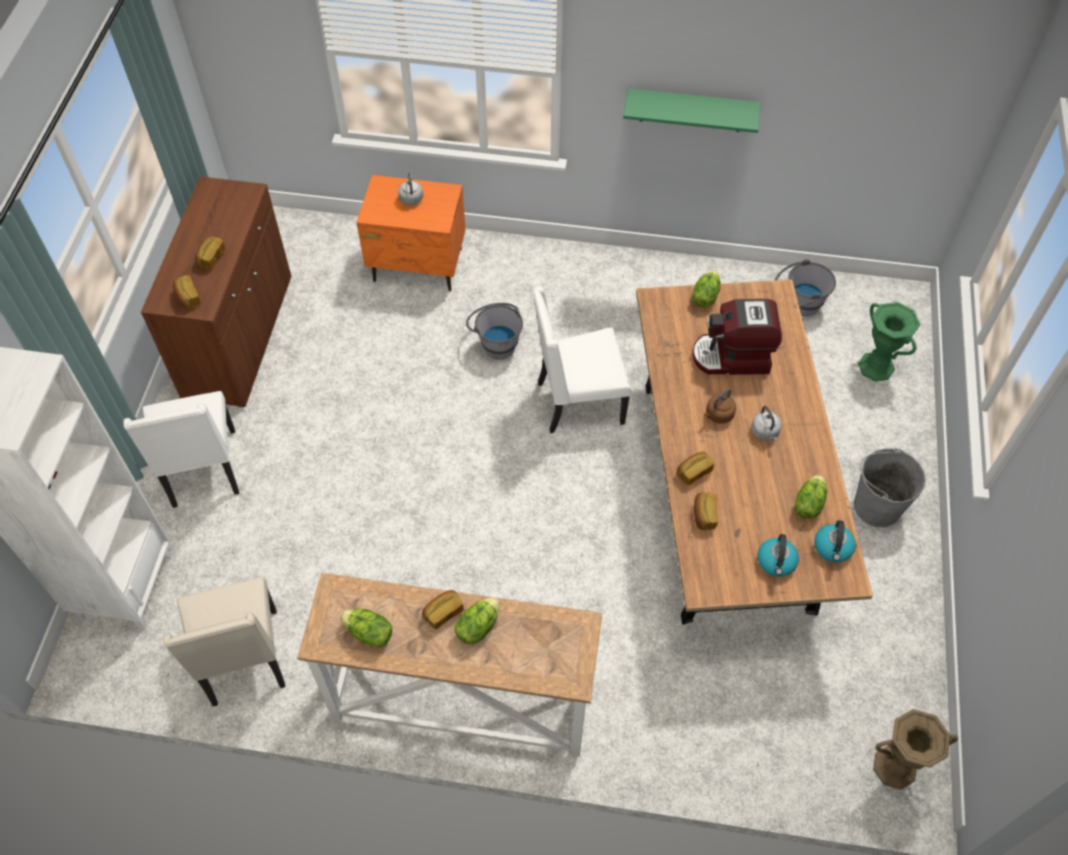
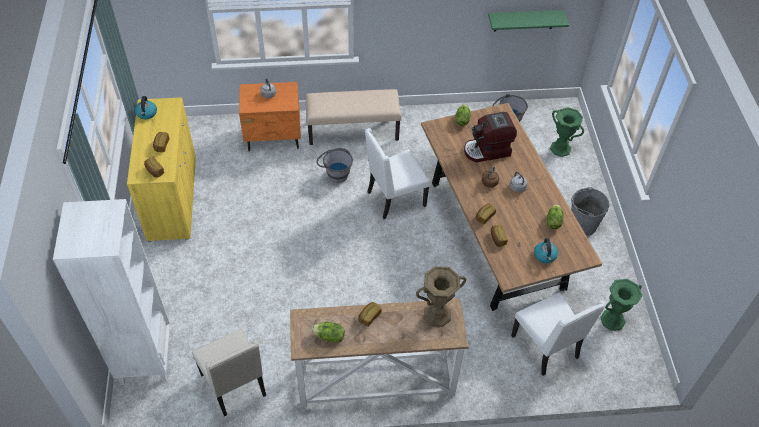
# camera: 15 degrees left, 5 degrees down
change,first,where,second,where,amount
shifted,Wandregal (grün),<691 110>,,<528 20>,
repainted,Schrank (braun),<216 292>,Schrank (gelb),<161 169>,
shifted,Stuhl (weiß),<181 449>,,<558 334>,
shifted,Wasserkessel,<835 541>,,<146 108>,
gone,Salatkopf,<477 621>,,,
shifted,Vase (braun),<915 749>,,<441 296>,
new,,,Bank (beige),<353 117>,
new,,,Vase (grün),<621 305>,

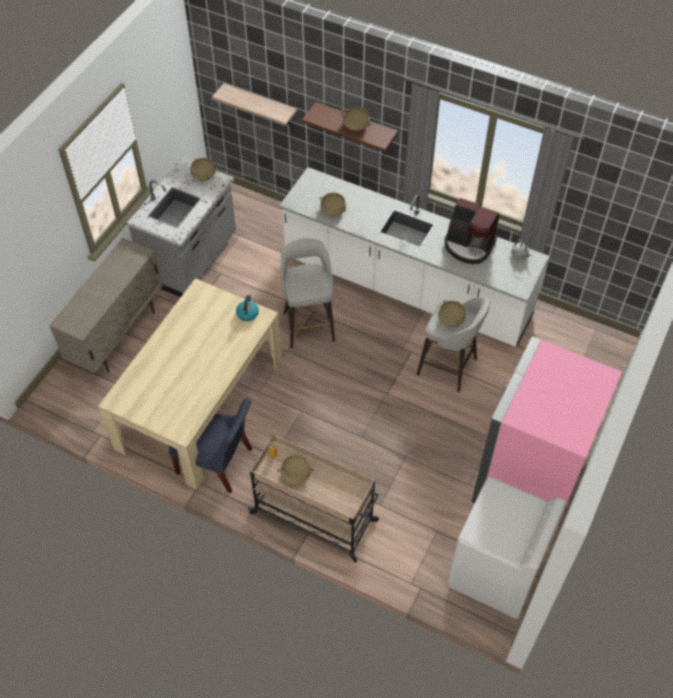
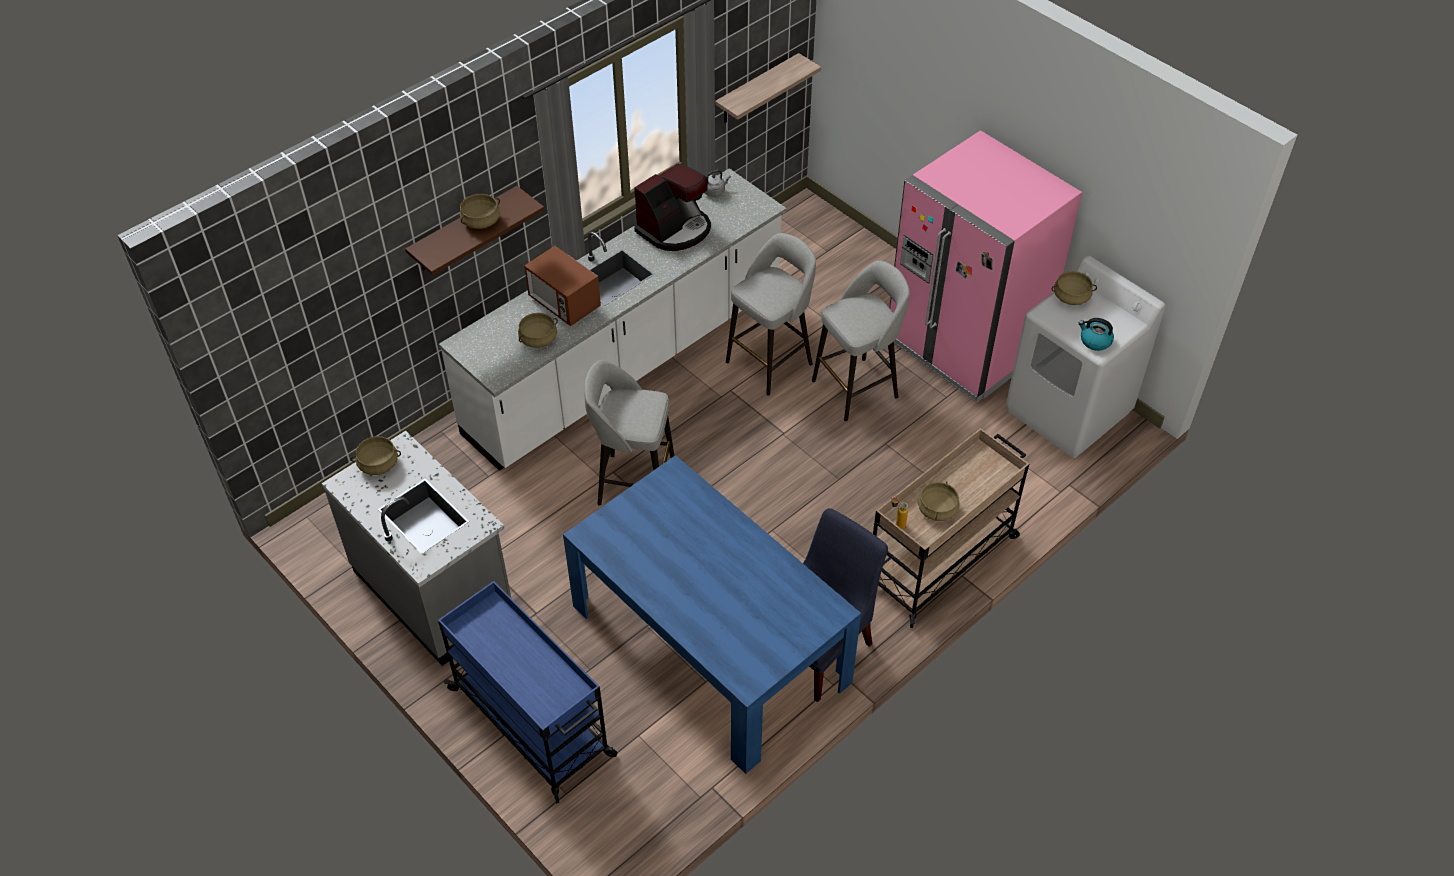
# camera: 70 degrees left, 5 degrees down
change,first,where,second,where,amount
shifted,Wandregal,<254 104>,,<768 88>,
swapped,Schrank (beige),<106 305>,Rollwagen (blau),<527 692>,
repainted,Esstisch (beige),<190 384>,Esstisch (blau),<712 614>,
shifted,Wasserkessel,<247 308>,,<1096 334>,
shifted,Kochtopf (beige),<452 313>,,<1074 288>,
new,,,Mikrowelle,<562 286>,
new,,,Hocker (grau),<861 341>,

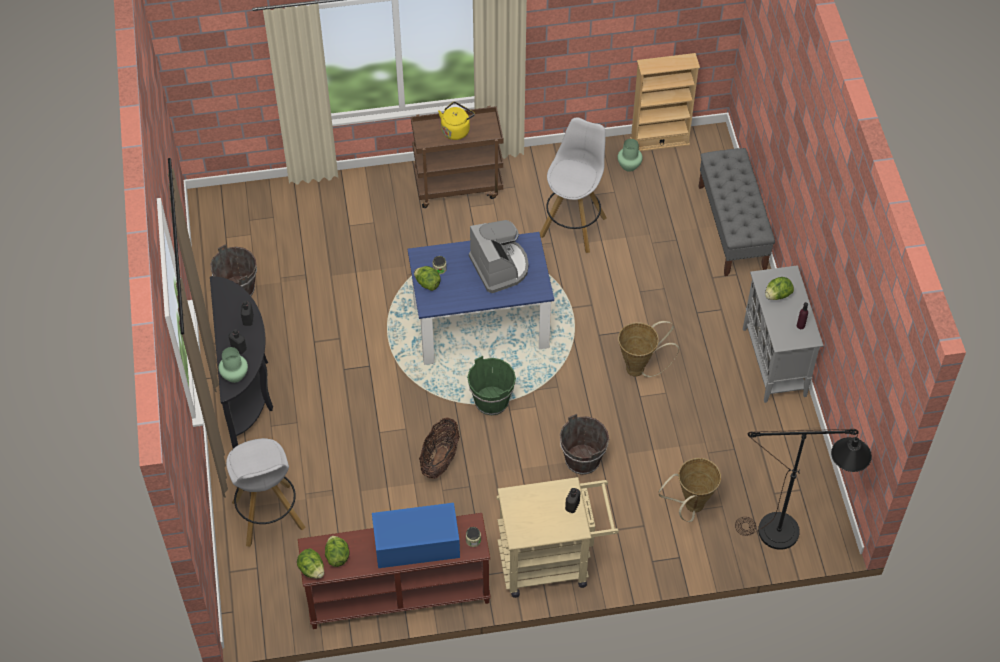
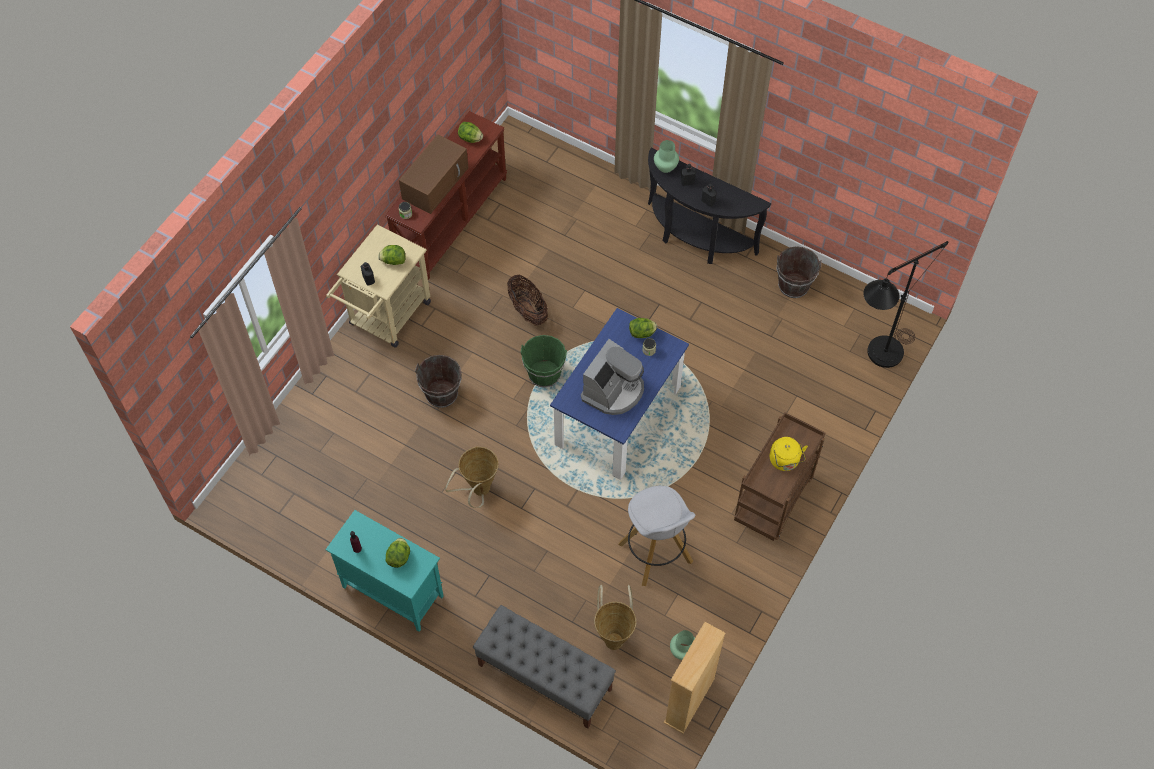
# camera: 130 degrees right, 5 degrees up
change,first,where,second,where,amount
rotated,Kaffeemaschine,<499 256>,,<612 377>,75 degrees counterclockwise
repainted,Schrank (grau),<783 334>,Schrank (türkis),<384 571>,
shifted,Stehlampe (schwarz),<803 489>,,<906 304>,
gone,Hocker (weiß),<265 492>,,,
shifted,Korb,<690 490>,,<615 617>,
repainted,Mikrowelle (blau),<416 535>,Mikrowelle (braun),<433 174>,
shifted,Salatkopf,<310 564>,,<391 255>,

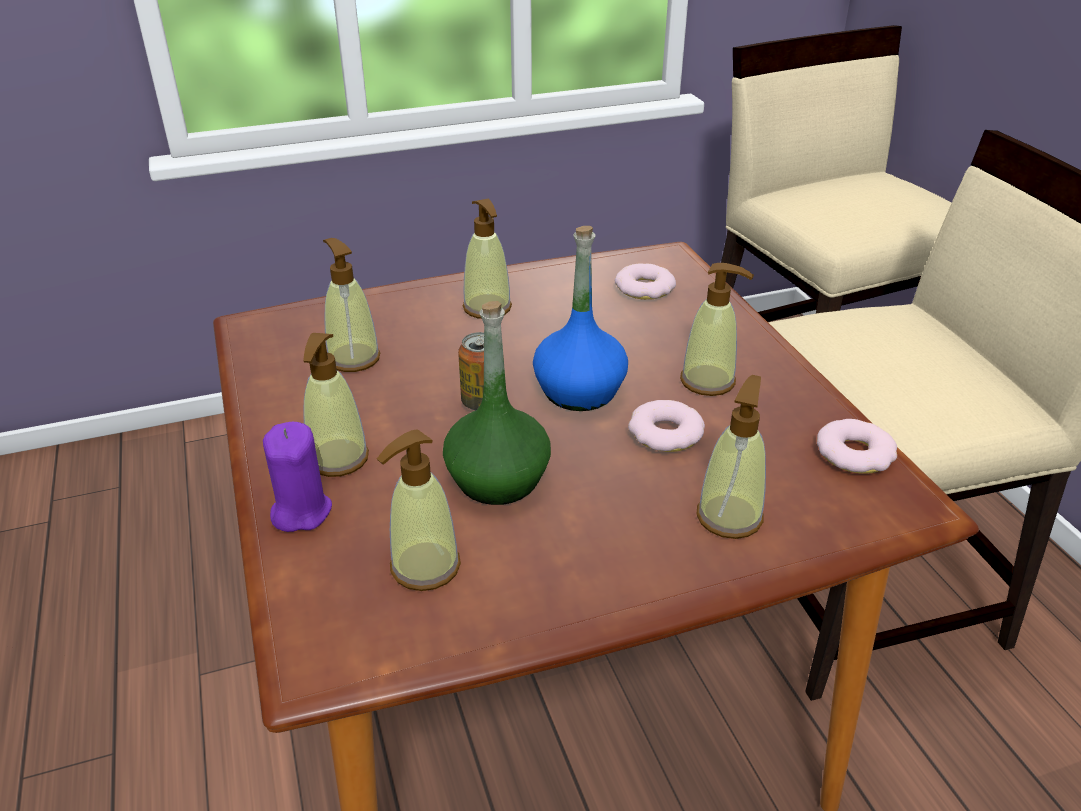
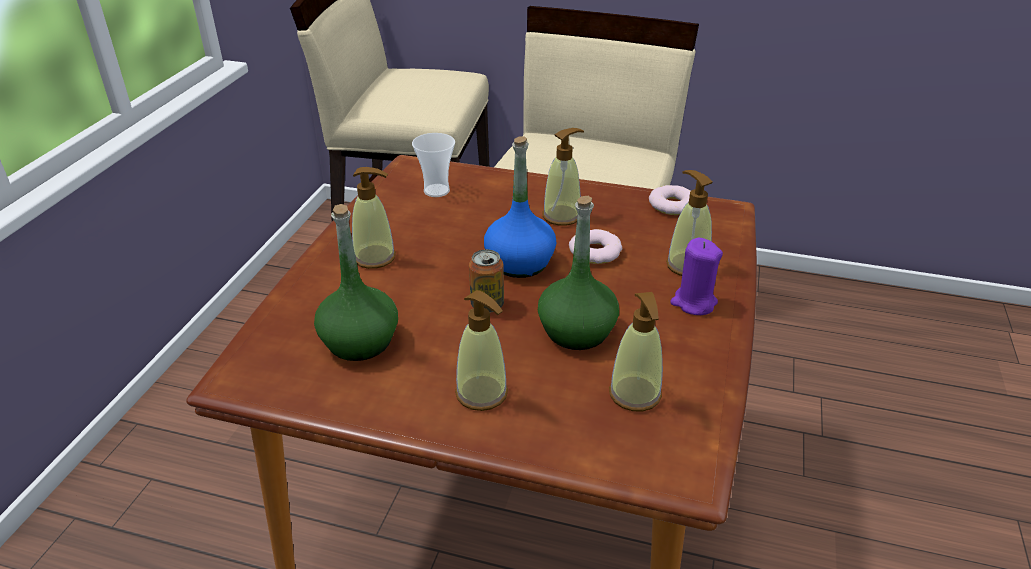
# camera: 55 degrees left, 0 degrees up
change,first,where,second,where,amount
swapped,Seifenspender,<352 305>,Flasche (grün),<356 282>,
swapped,Donut,<645 281>,Tasse,<433 165>,
shifted,Kerze (lila),<297 477>,,<696 276>,

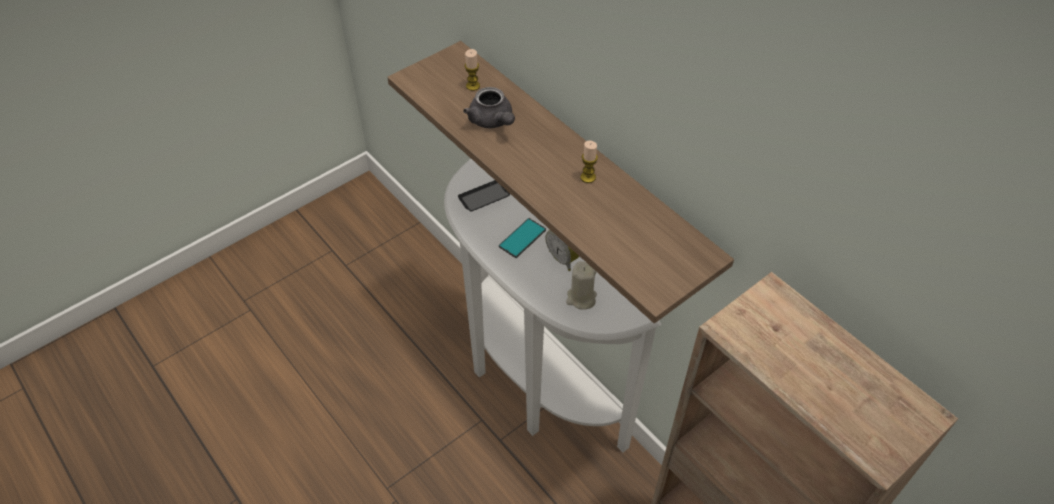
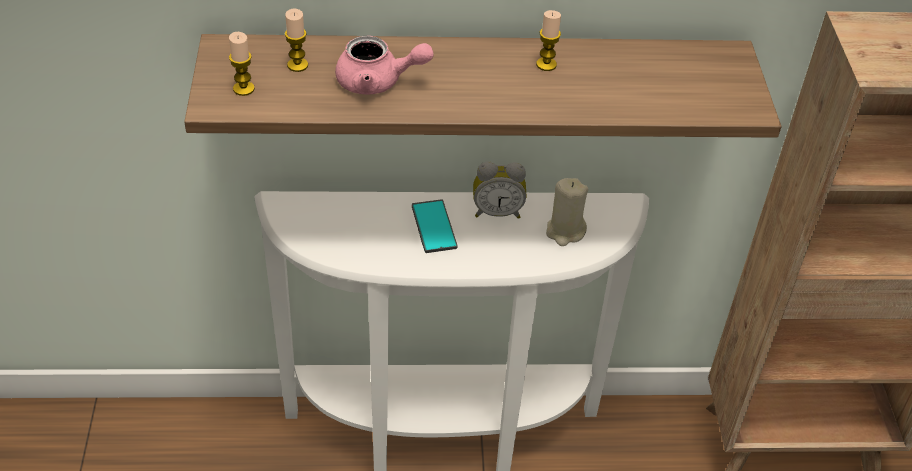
# camera: 55 degrees left, 5 degrees down
change,first,where,second,where,amount
repainted,Teekanne (grau),<489 107>,Teekanne (rosa),<384 65>,
gone,Handy,<484 195>,,,
new,,,Kerze,<242 64>,

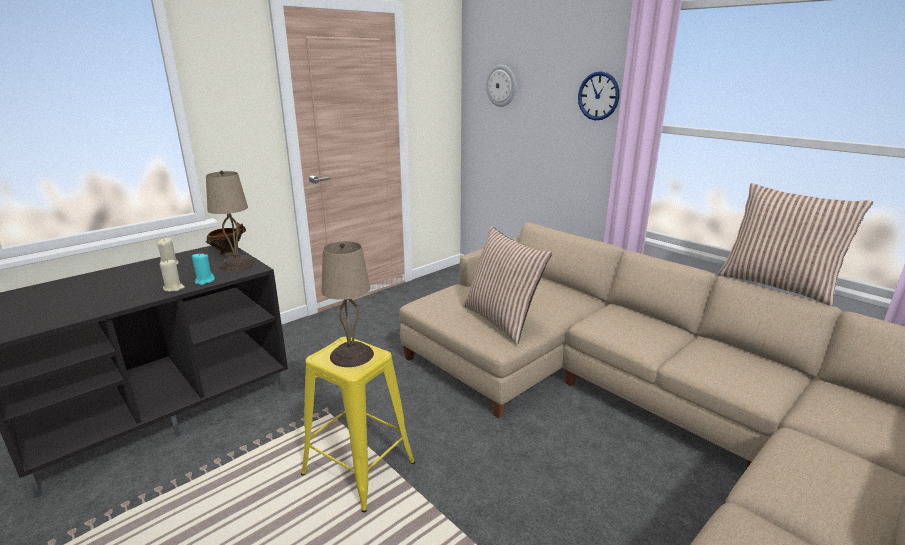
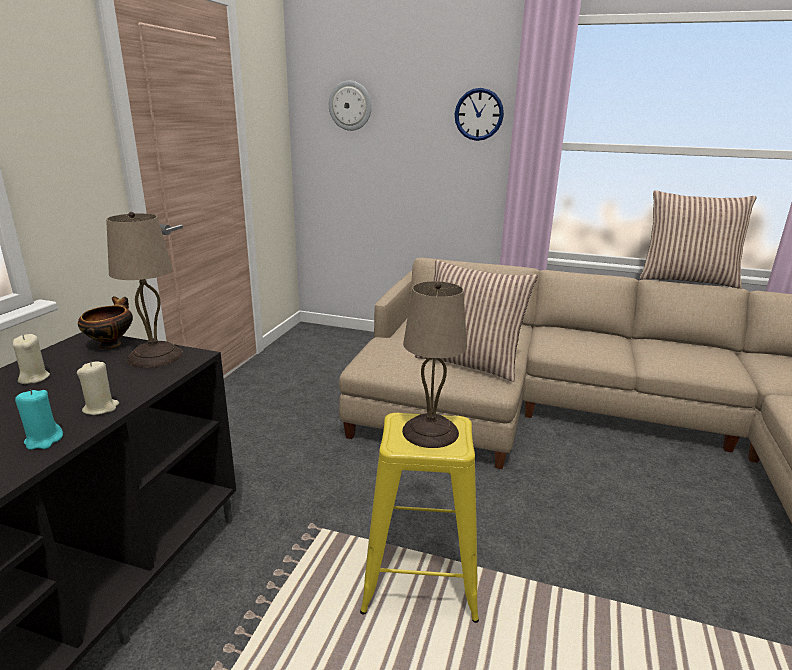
# camera: 30 degrees left, 0 degrees up
change,first,where,second,where,amount
shifted,Kerze (türkis),<203 269>,,<39 419>,

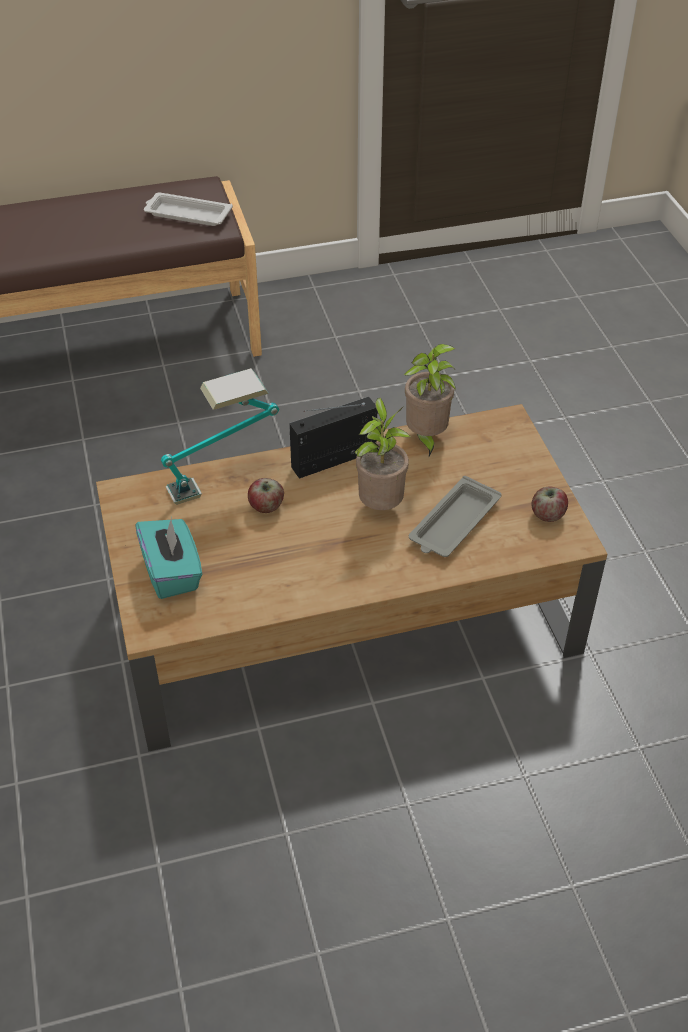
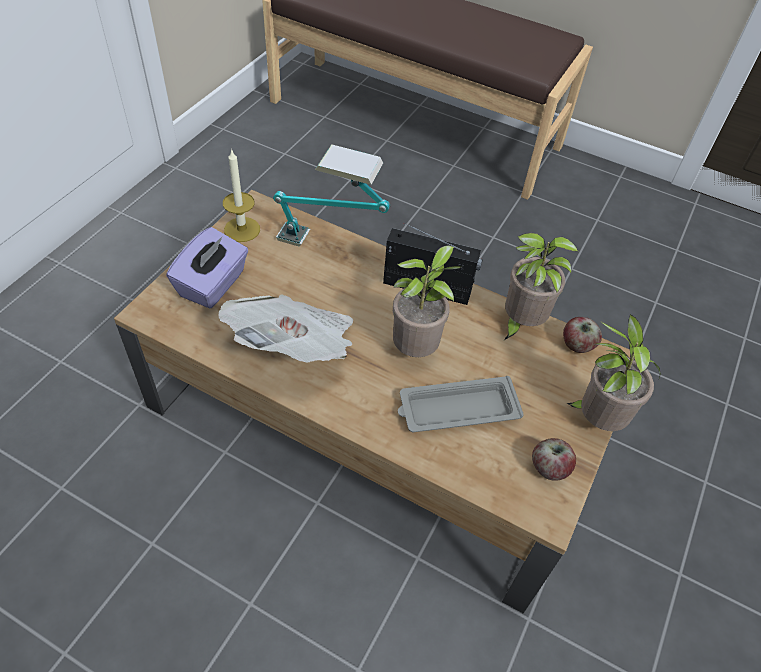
# camera: 40 degrees right, 5 degrees up
change,first,where,second,where,amount
gone,Tablett (weiß),<188 209>,,,
shifted,Apfel,<266 495>,,<582 335>,
repainted,Taschentuchbox (türkis),<168 558>,Taschentuchbox (lila),<207 267>,
new,,,Kerze,<241 195>,
new,,,Zeitung,<286 328>,
new,,,Topfpflanze,<613 372>,

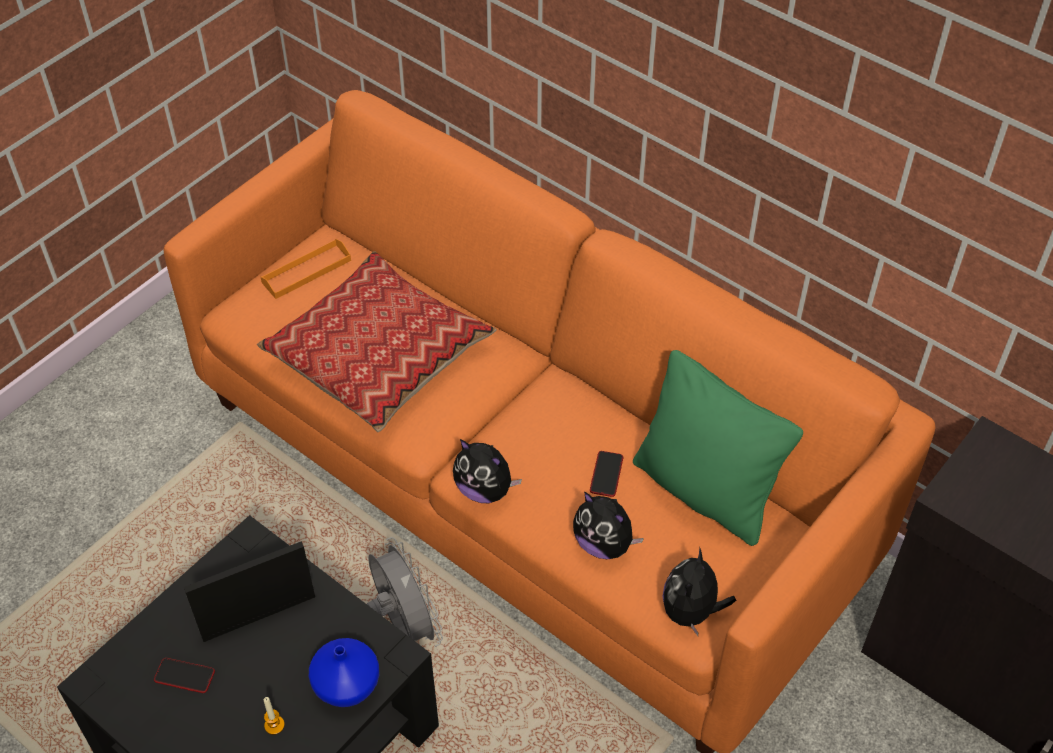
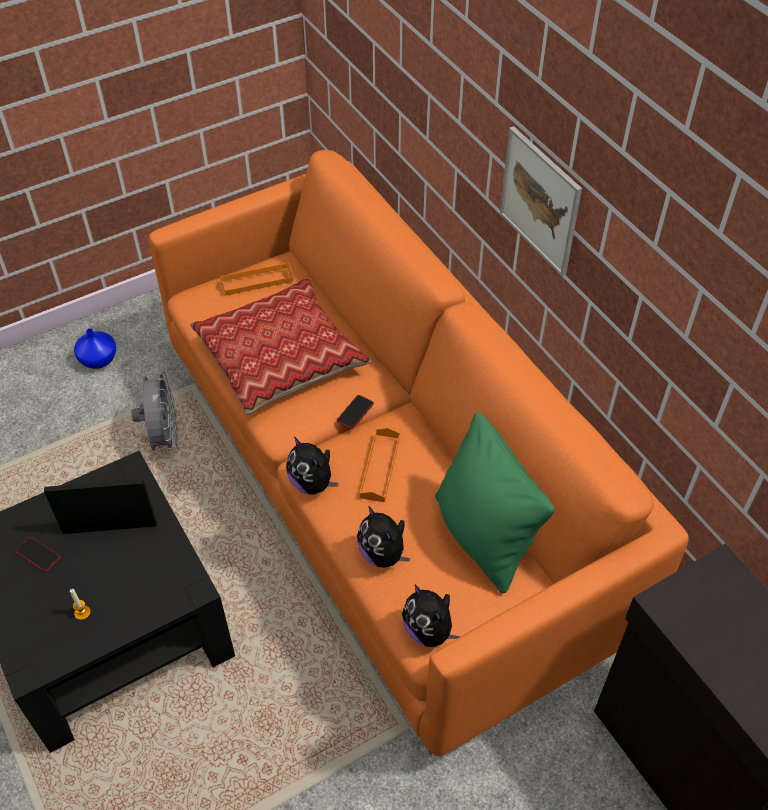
# camera: 20 degrees right, 0 degrees up
change,first,where,second,where,amount
shifted,Handy,<606 474>,,<355 412>,
shifted,Ventilator (grau),<405 592>,,<154 412>,
rotated,Plüschtier,<699 592>,,<431 616>,75 degrees counterclockwise
shifted,Vase (blau),<344 672>,,<95 349>,
new,,,Bild,<541 201>,
new,,,Tablett (orange),<379 465>,

